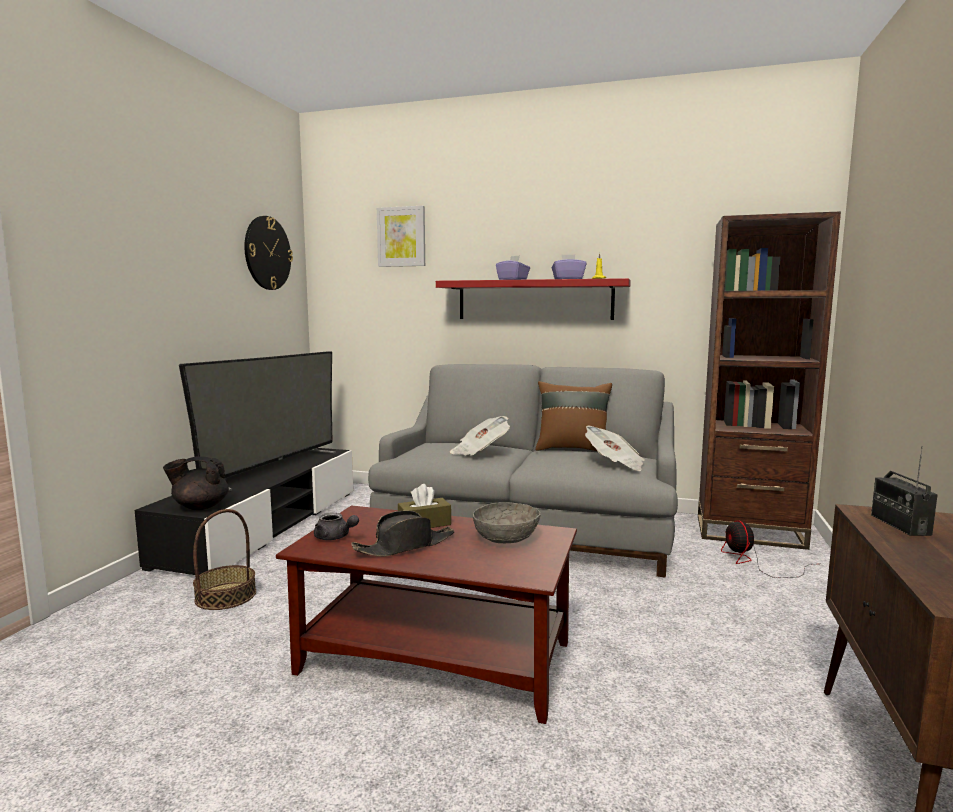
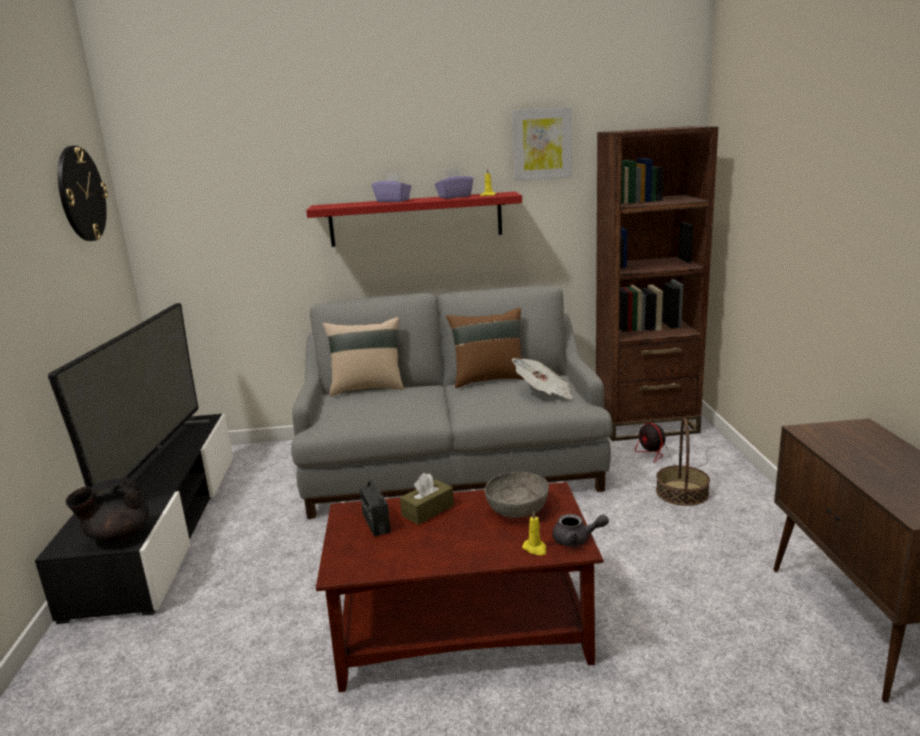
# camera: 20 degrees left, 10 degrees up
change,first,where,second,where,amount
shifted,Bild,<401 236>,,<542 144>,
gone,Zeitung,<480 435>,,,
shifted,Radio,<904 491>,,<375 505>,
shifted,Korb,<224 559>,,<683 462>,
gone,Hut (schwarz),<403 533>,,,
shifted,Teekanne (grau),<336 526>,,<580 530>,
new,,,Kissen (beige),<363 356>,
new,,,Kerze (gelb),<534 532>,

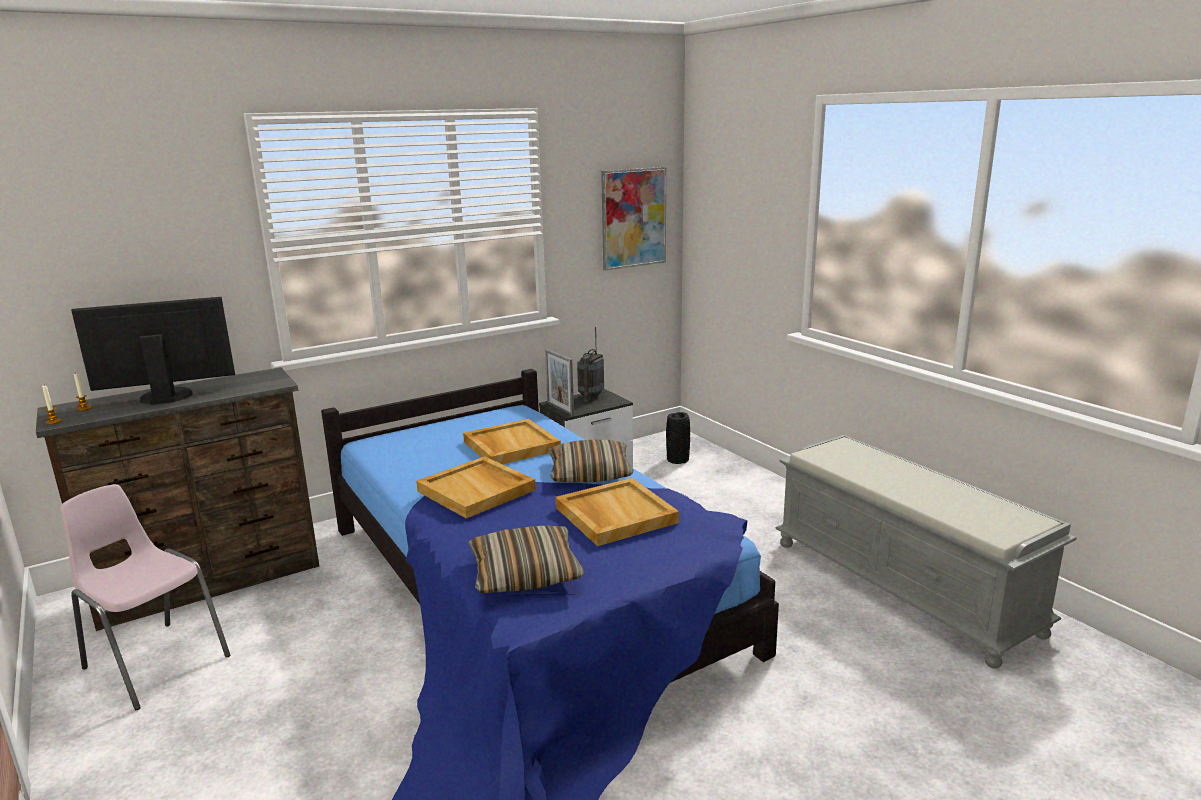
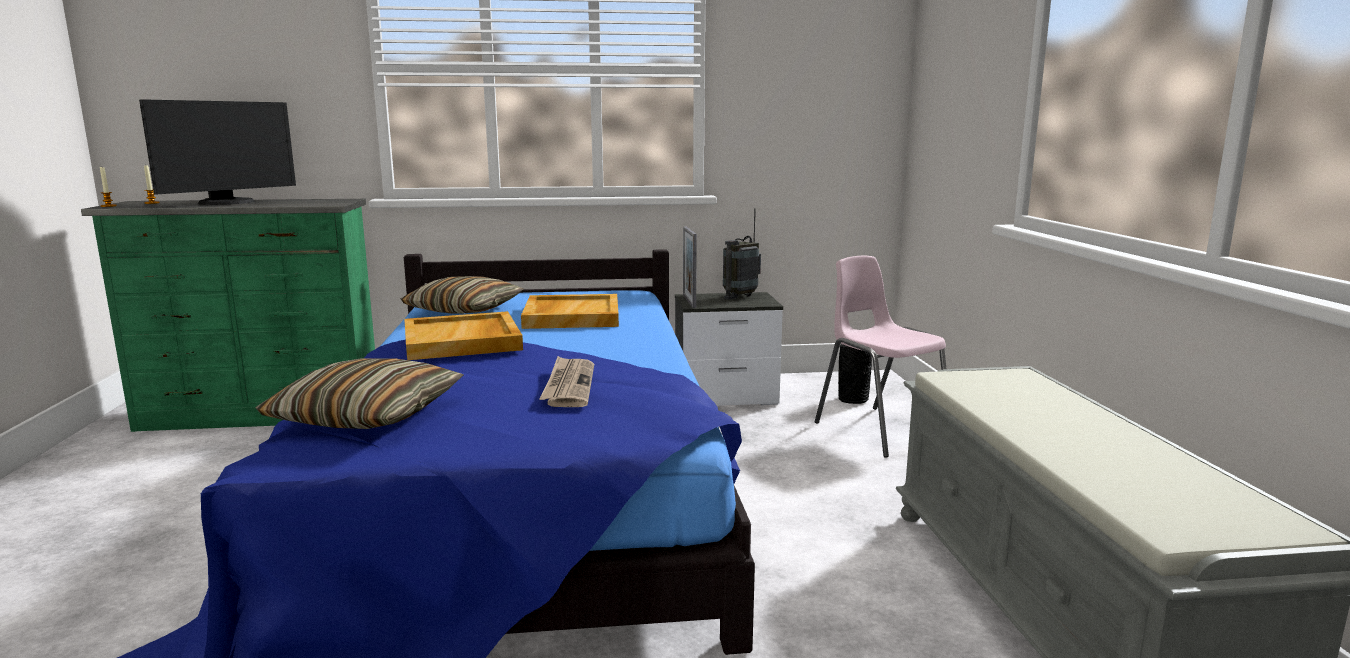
# camera: 25 degrees right, 5 degrees down
change,first,where,second,where,amount
gone,Bild,<633 218>,,,
rotated,Monitor,<153 351>,,<217 152>,120 degrees clockwise
repainted,Kommode (braun),<178 499>,Kommode (grün),<228 315>,
shifted,Kissen,<590 461>,,<462 295>,
swapped,Tablett (beige),<617 512>,Zeitung,<567 381>,
shifted,Stuhl (rosa),<145 597>,,<881 357>,

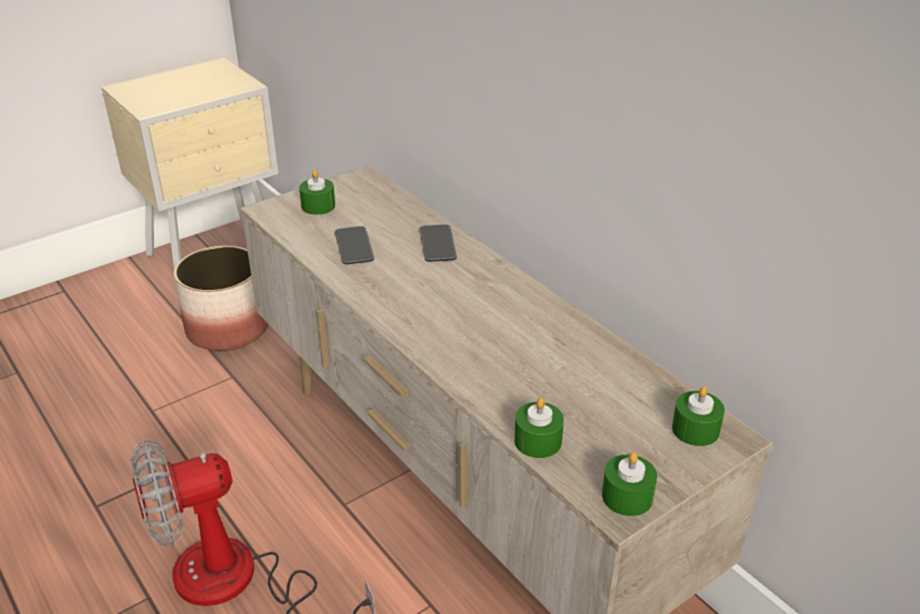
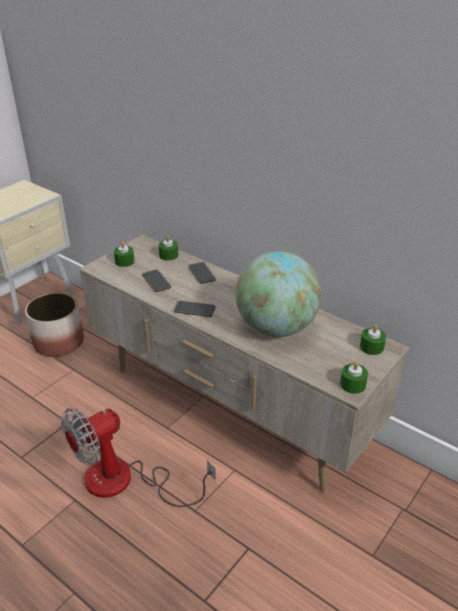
# camera: 15 degrees left, 0 degrees up
change,first,where,second,where,amount
shifted,Kerze (grün),<539 428>,,<168 248>,
new,,,Globus,<278 294>,
new,,,Handy,<195 309>,

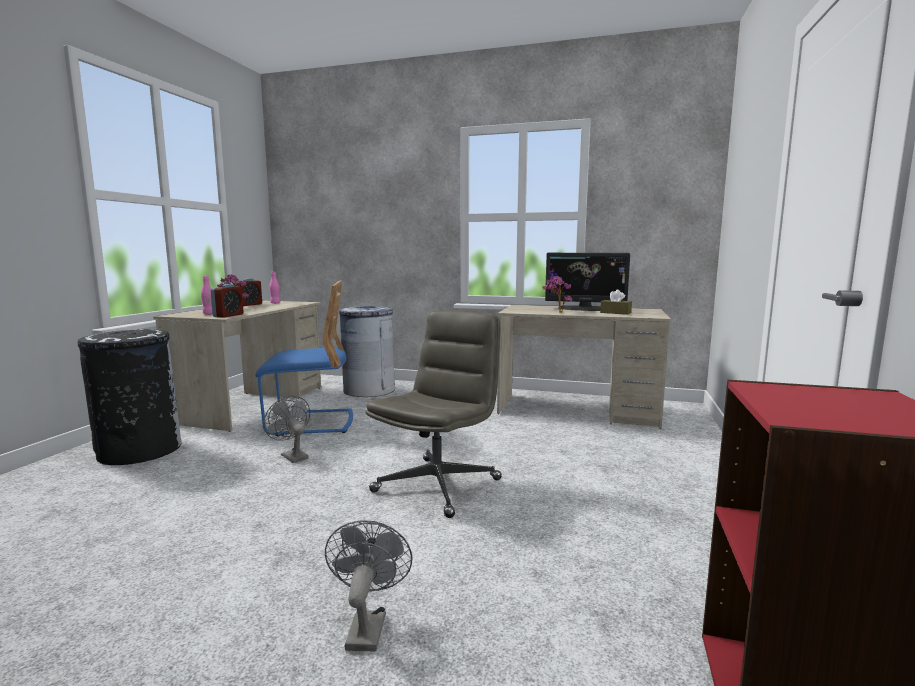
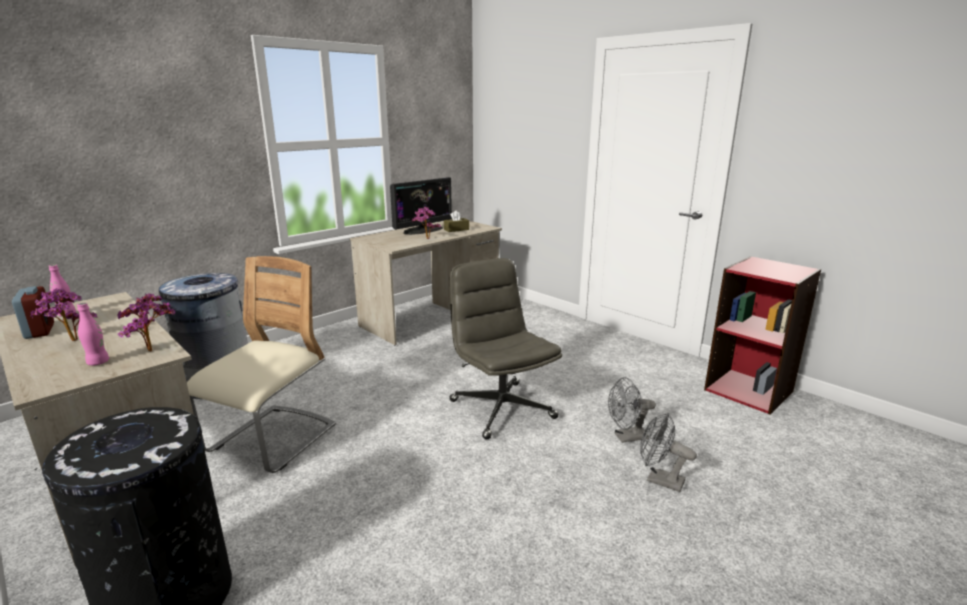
# camera: 60 degrees left, 10 degrees up
change,first,where,second,where,amount
repainted,Stuhl (blau),<304 358>,Stuhl (beige),<261 364>,
swapped,Wecker,<227 301>,Topfpflanze,<146 322>,
shifted,Ventilator (grau),<287 429>,,<632 410>,

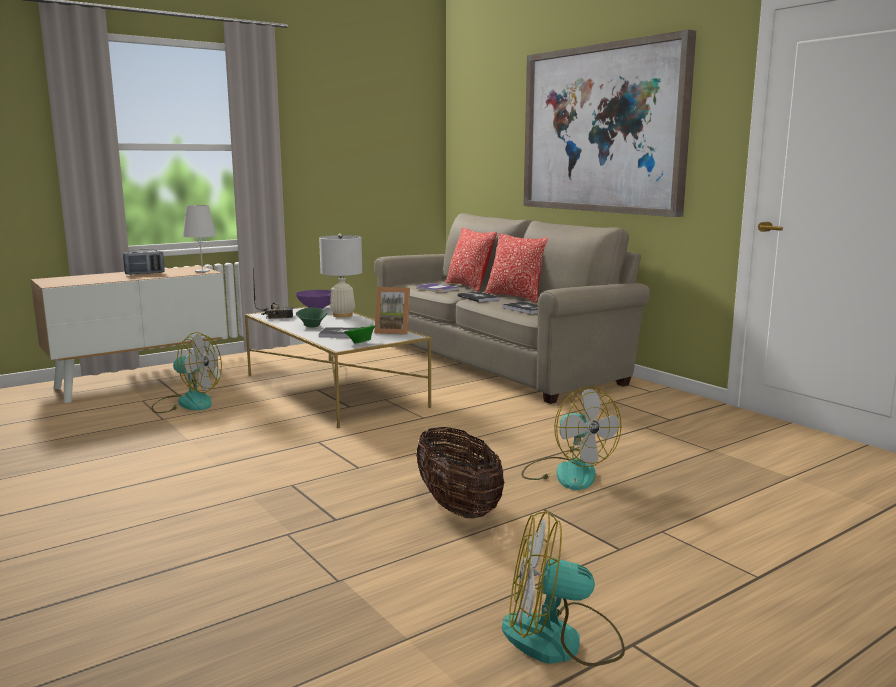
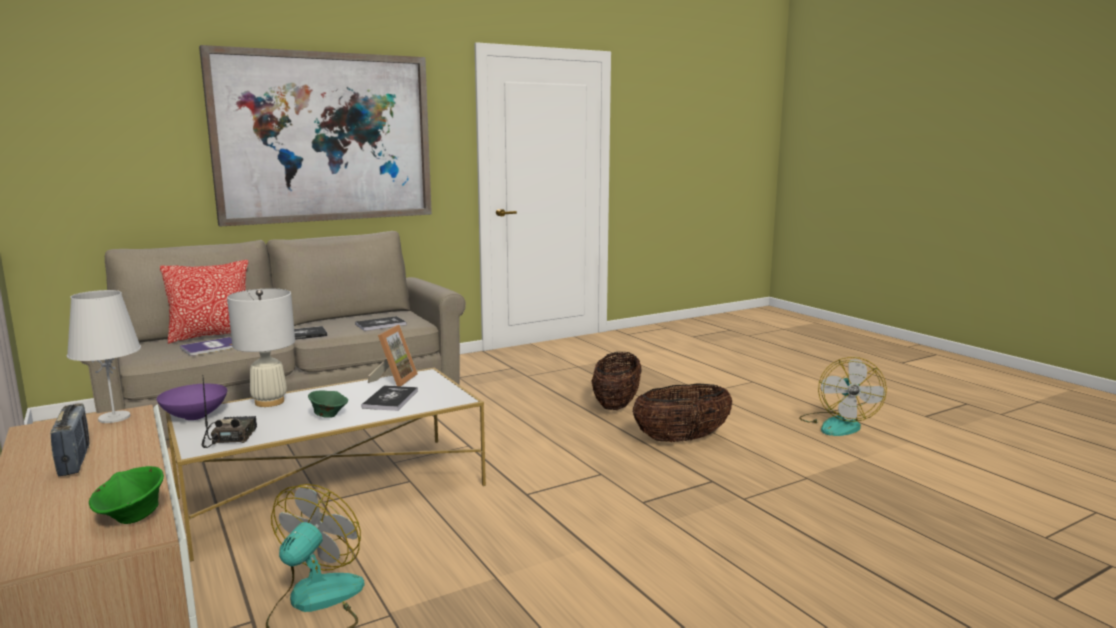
# camera: 85 degrees left, 0 degrees up
change,first,where,second,where,amount
gone,Kissen,<517 268>,,,
shifted,Schüssel (grün),<359 334>,,<126 495>,
swapped,Ventilator,<572 438>,Korb,<616 381>,

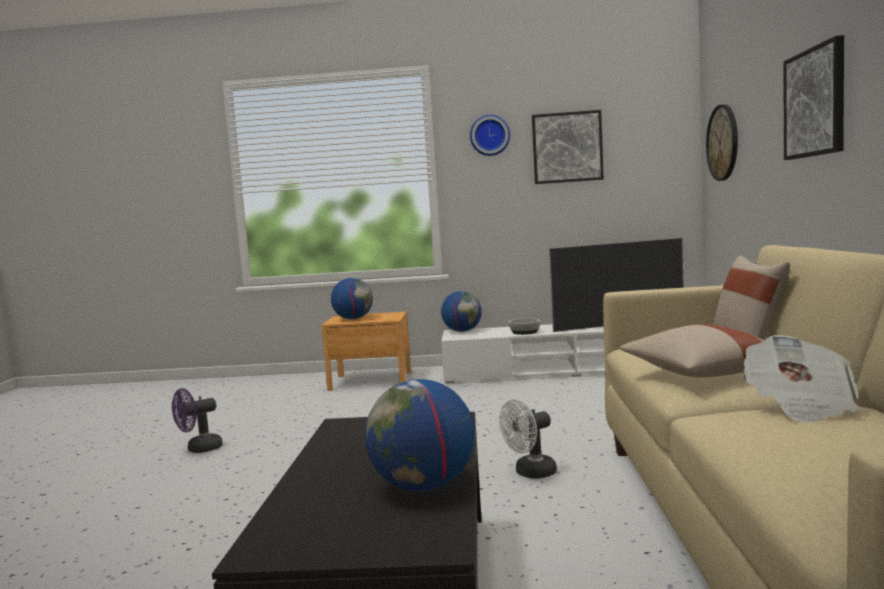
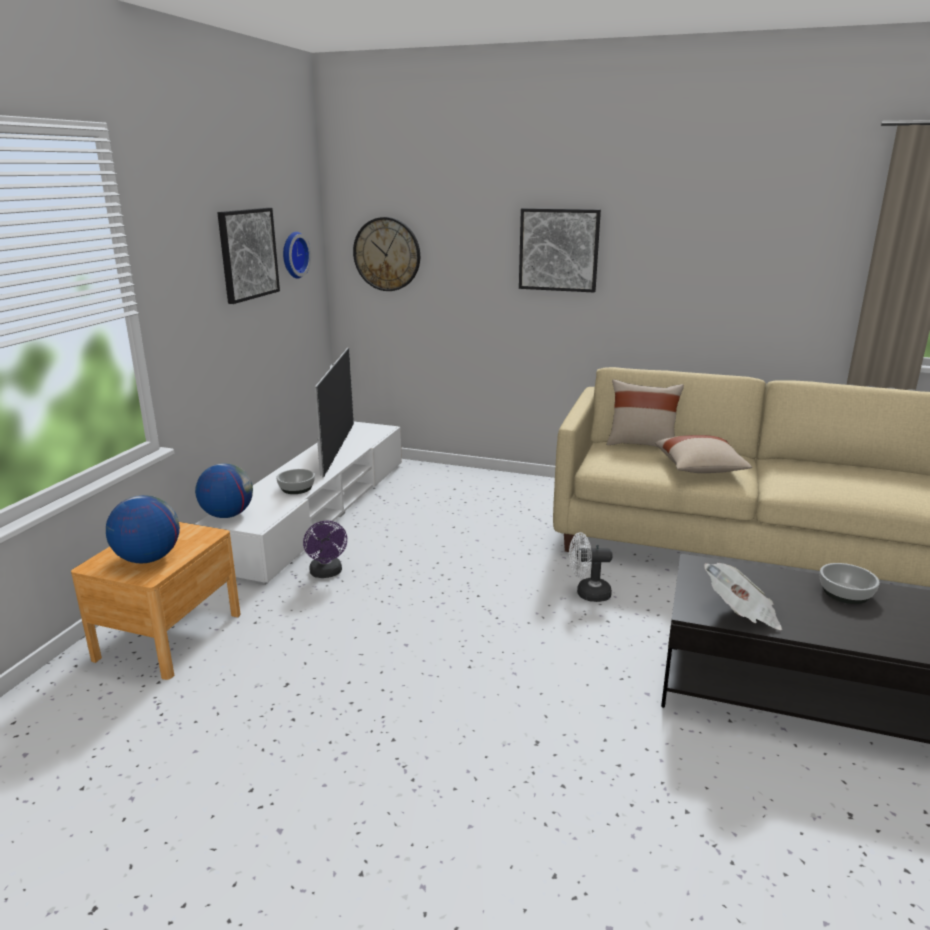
# camera: 75 degrees left, 15 degrees up
change,first,where,second,where,amount
shifted,Wanduhr,<490 135>,,<297 255>,
shifted,Zeitung,<801 379>,,<743 596>,
swapped,Globus,<419 435>,Schüssel,<850 583>,
shifted,Ventilator (lila),<197 420>,,<325 549>,
rotated,Ventilator (weiß),<528 439>,,<590 567>,105 degrees clockwise

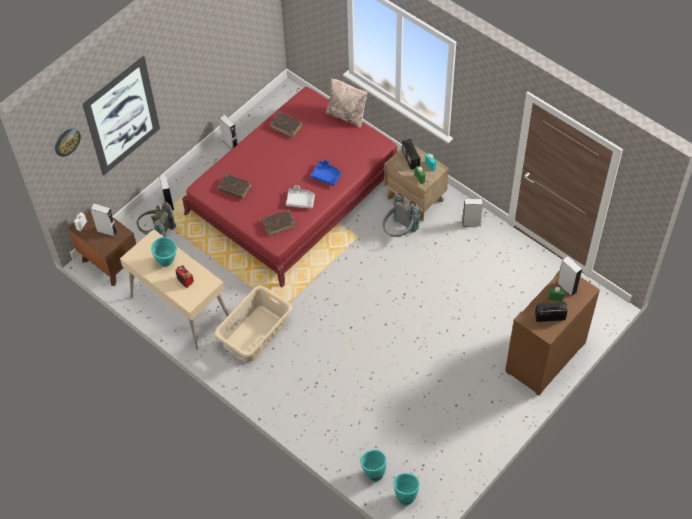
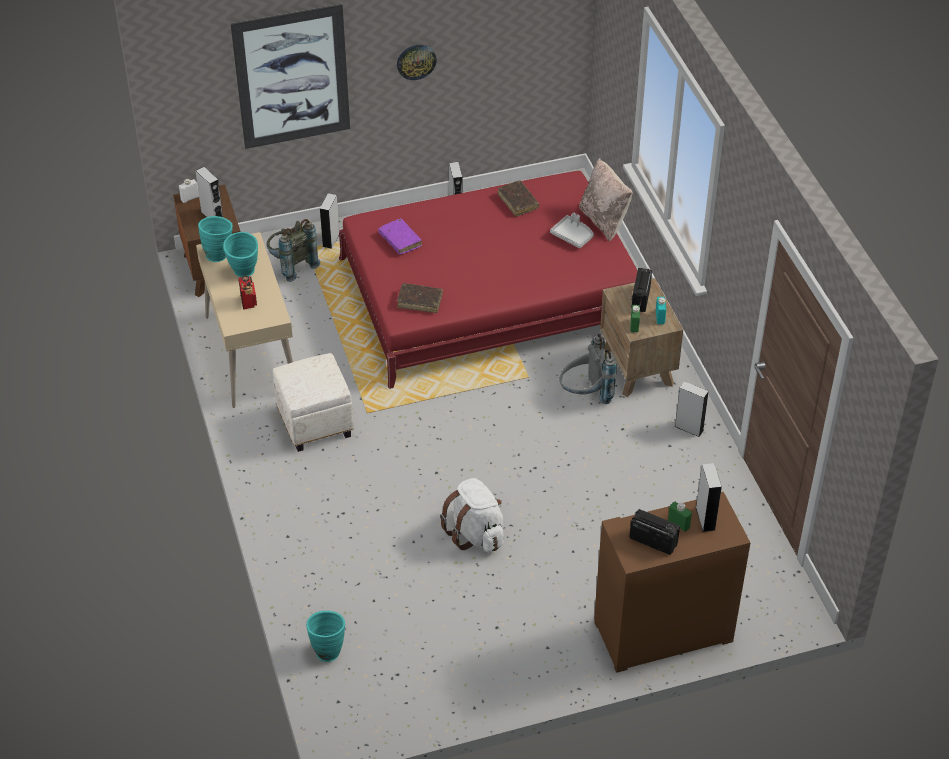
# camera: 30 degrees right, 10 degrees down
change,first,where,second,where,amount
shifted,Wanduhr,<68 143>,,<417 62>,
gone,Tablett (blau),<326 173>,,,
repainted,Buch (braun),<234 186>,Buch (lila),<400 236>,
shifted,Tablett (grau),<300 197>,,<572 230>,
swapped,Wäschekorb (beige),<253 324>,Polsterhocker (weiß),<313 402>,
shifted,Vase (türkis),<407 489>,,<215 239>,
new,,,Rucksack (weiß),<472 515>,

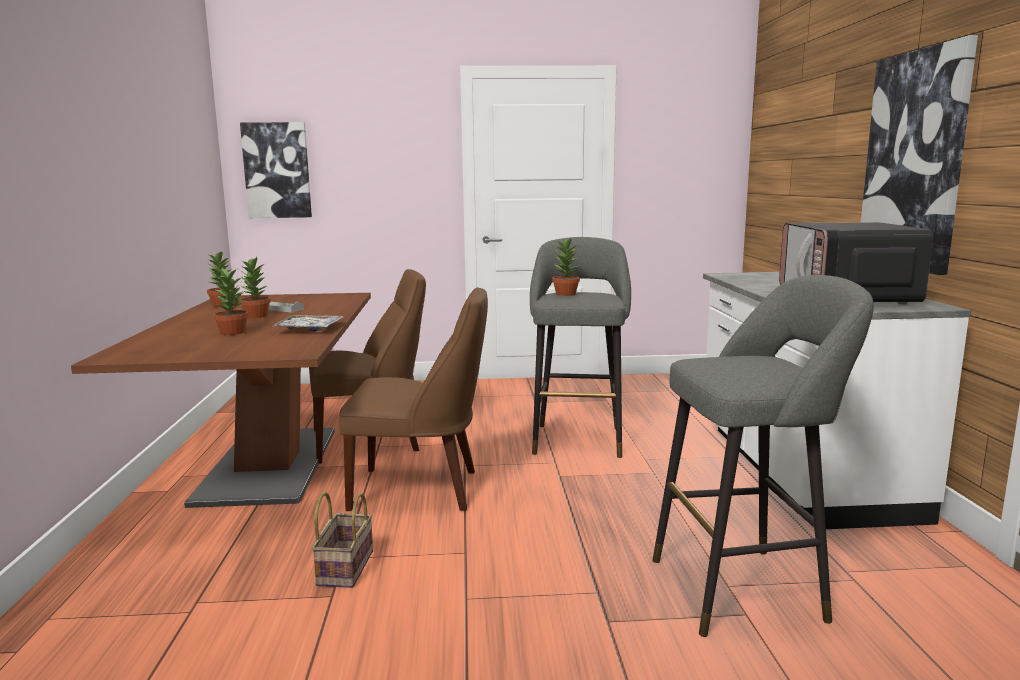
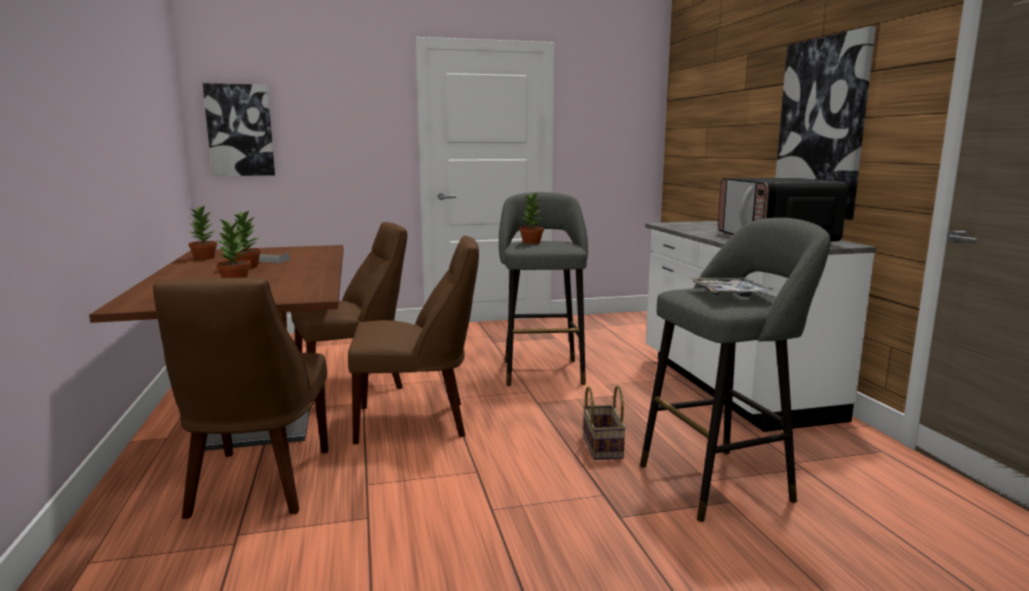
# camera: 10 degrees left, 0 degrees up
change,first,where,second,where,amount
shifted,Tablett,<308 323>,,<734 287>,
shifted,Korb,<342 540>,,<604 422>,
new,,,Stuhl (braun),<240 398>,

